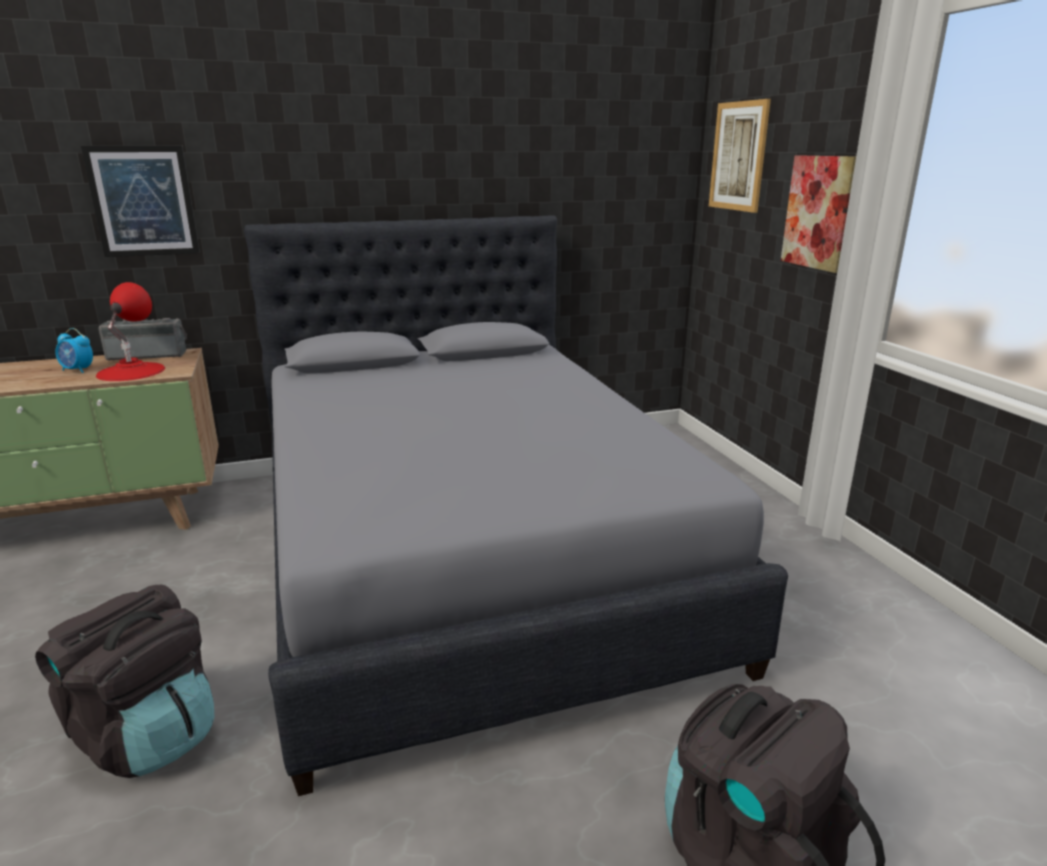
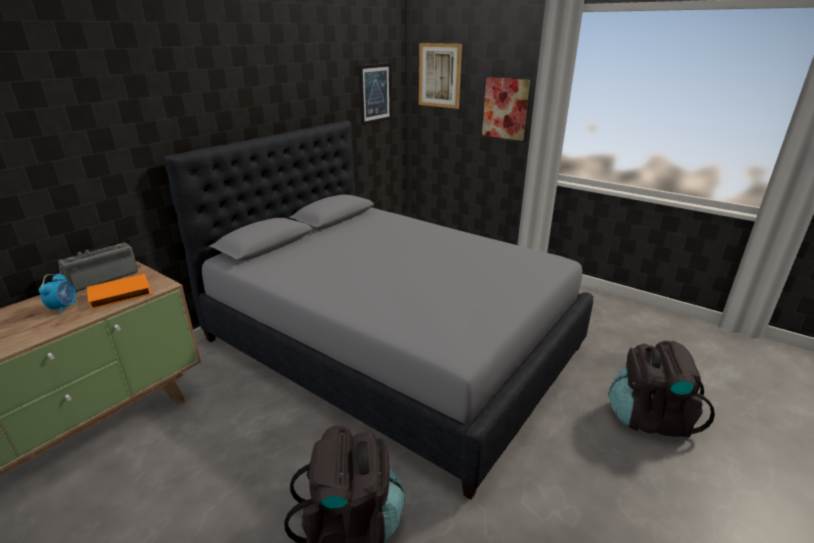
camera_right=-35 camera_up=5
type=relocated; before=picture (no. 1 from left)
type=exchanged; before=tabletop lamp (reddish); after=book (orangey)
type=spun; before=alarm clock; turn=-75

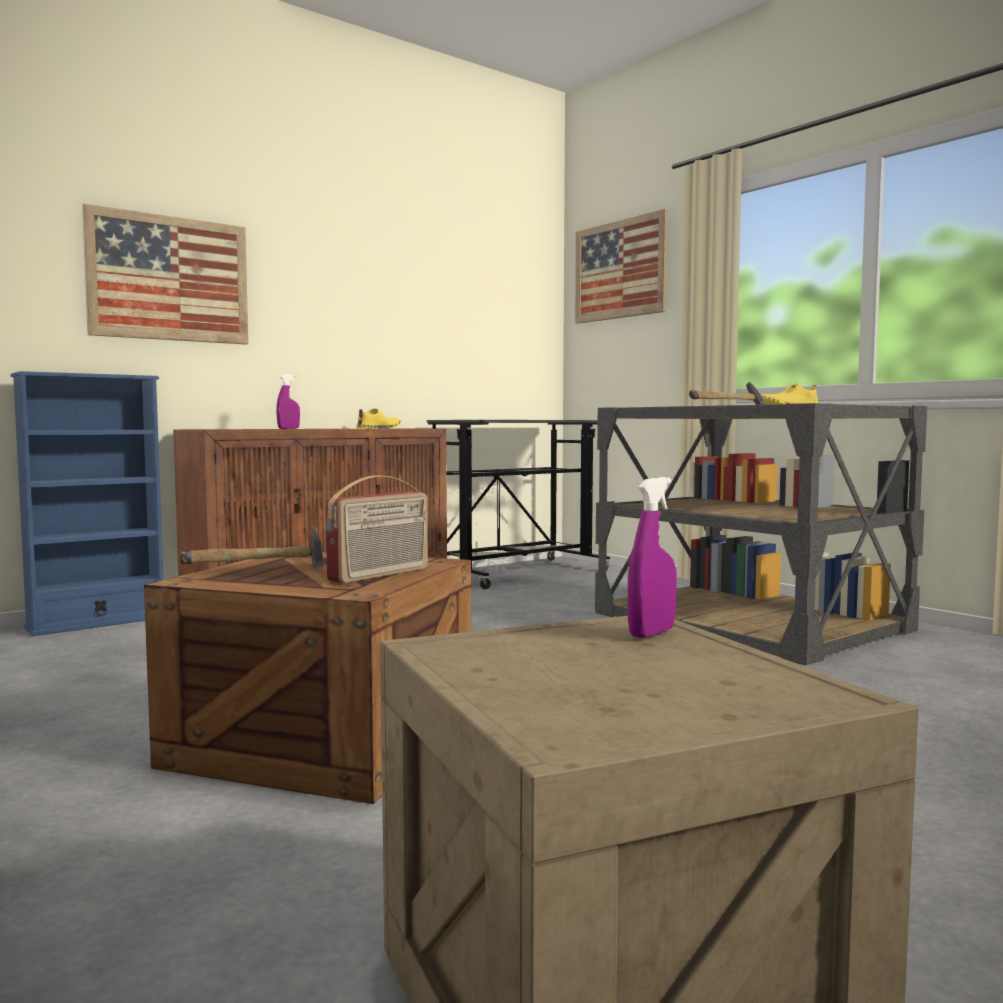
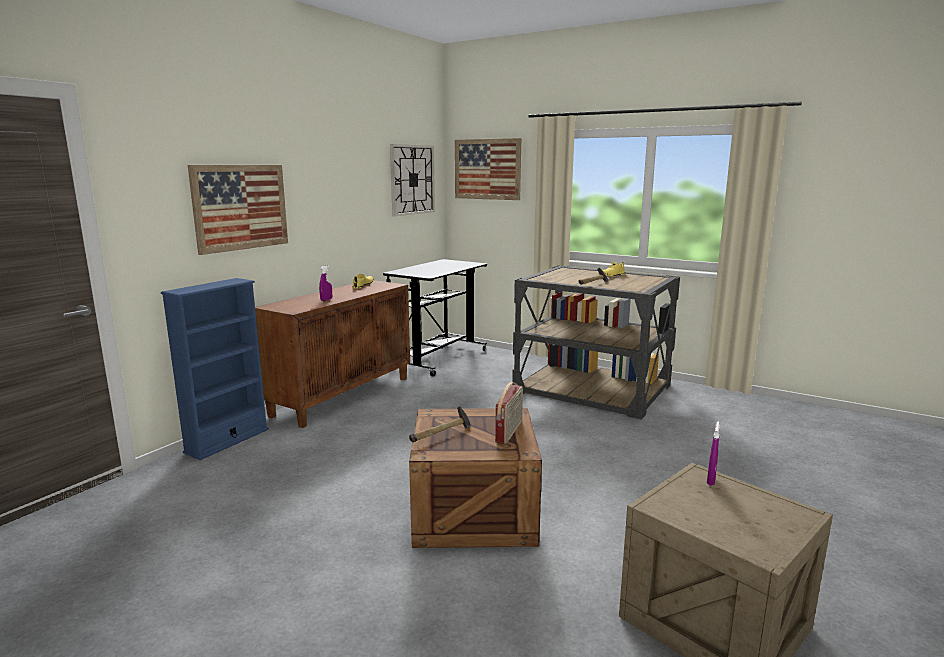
camera_right=-20 camera_up=10
type=appeared; after=wall clock

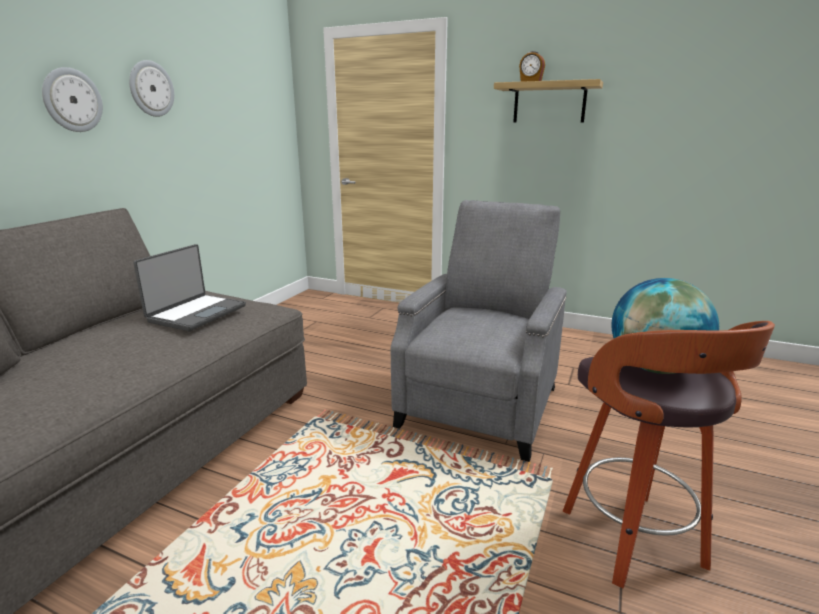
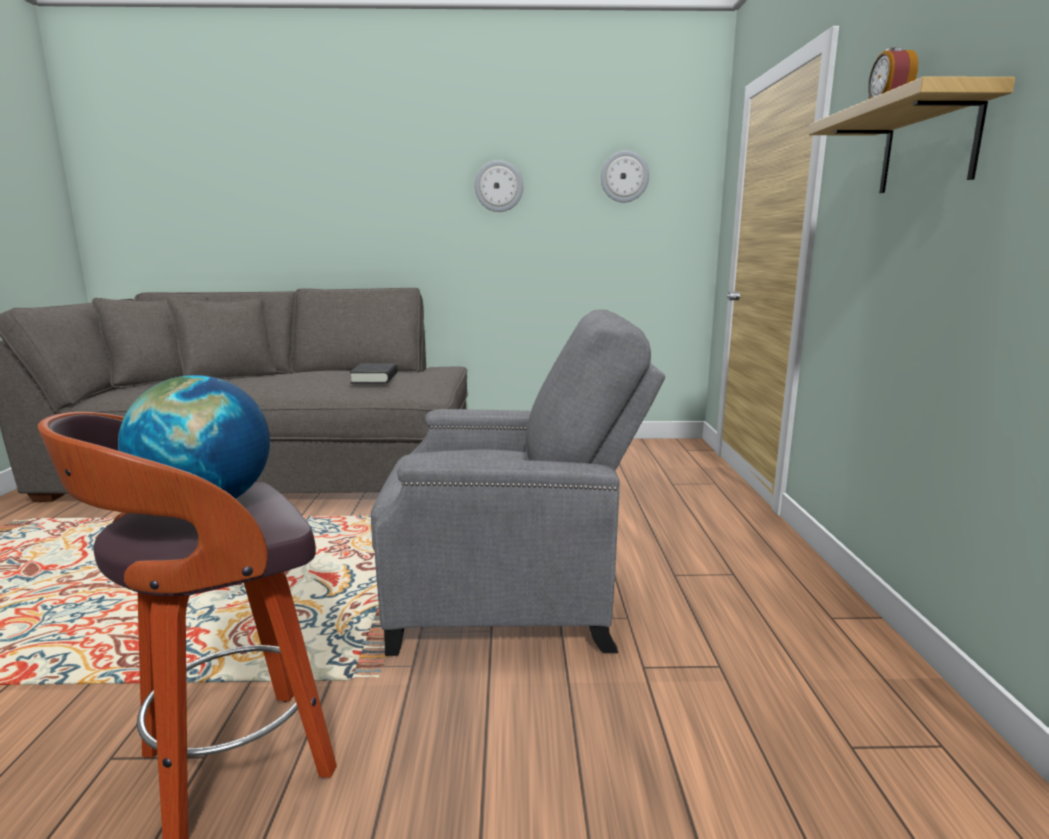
camera_right=65 camera_up=-5
type=relocated; before=wall clock (no. 1 from left in the first image); after=wall clock (no. 2 from left)
type=exchanged; before=portable computer; after=book (black-coloured)

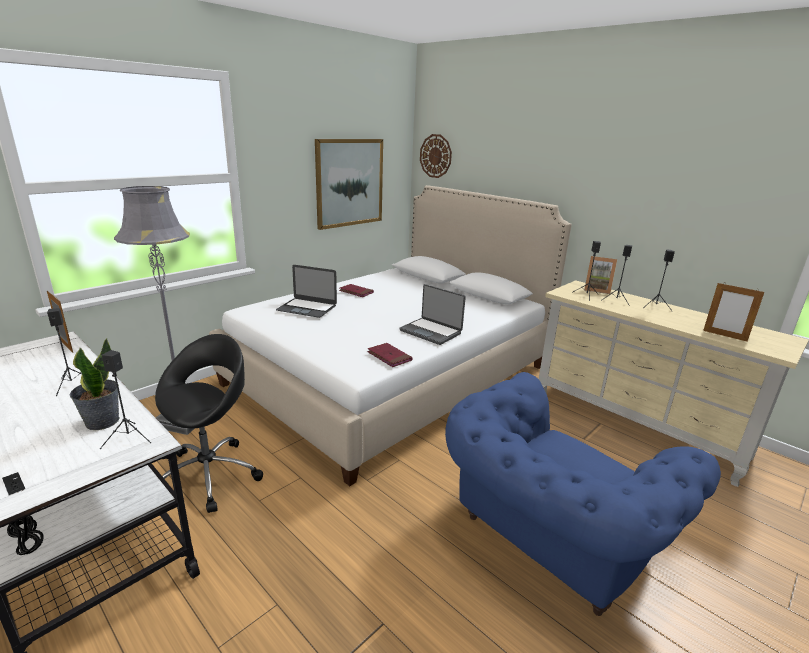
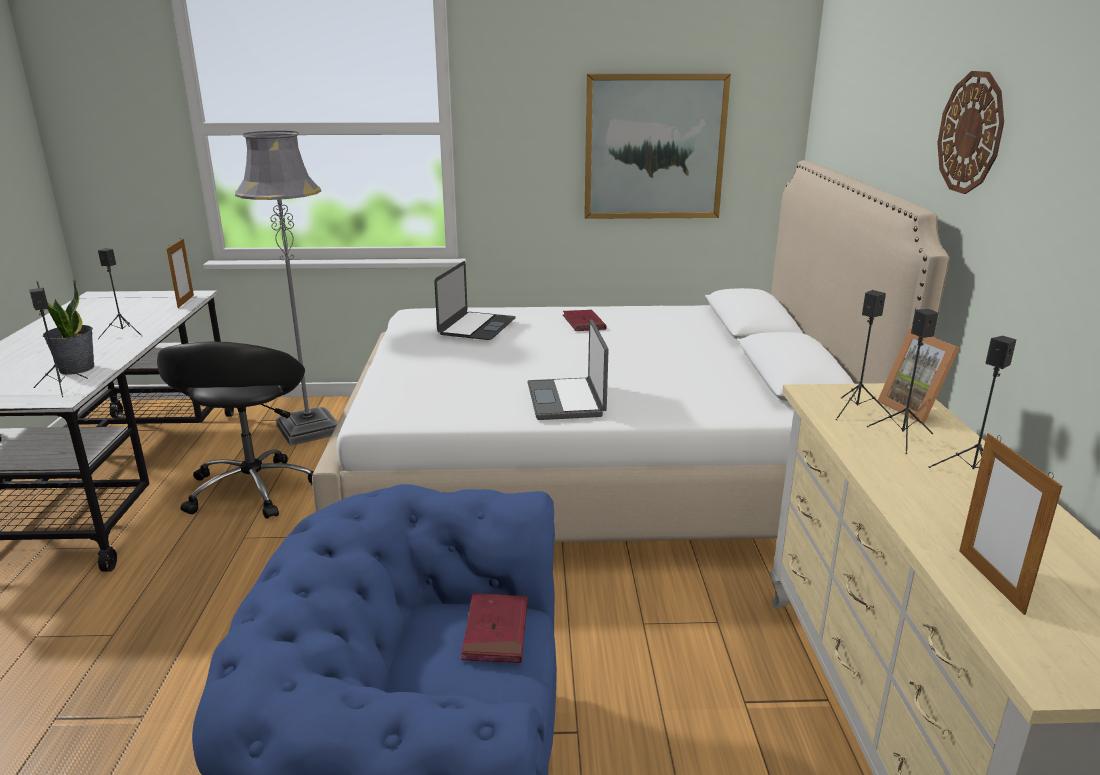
camera_right=45 camera_up=0
type=relocated; before=wall clock
type=spun; before=portable computer (no. 1 from left); turn=-135
type=spun; before=desk chair (black-coloured); turn=90
type=relocated; before=book (reddish) (no. 2 from left in the first image); after=book (reddish) (no. 1 from left)

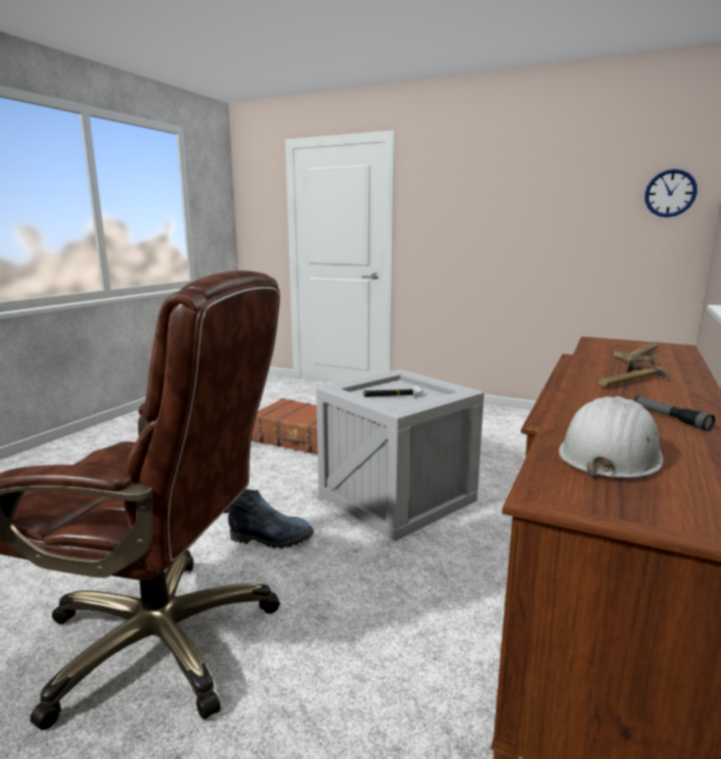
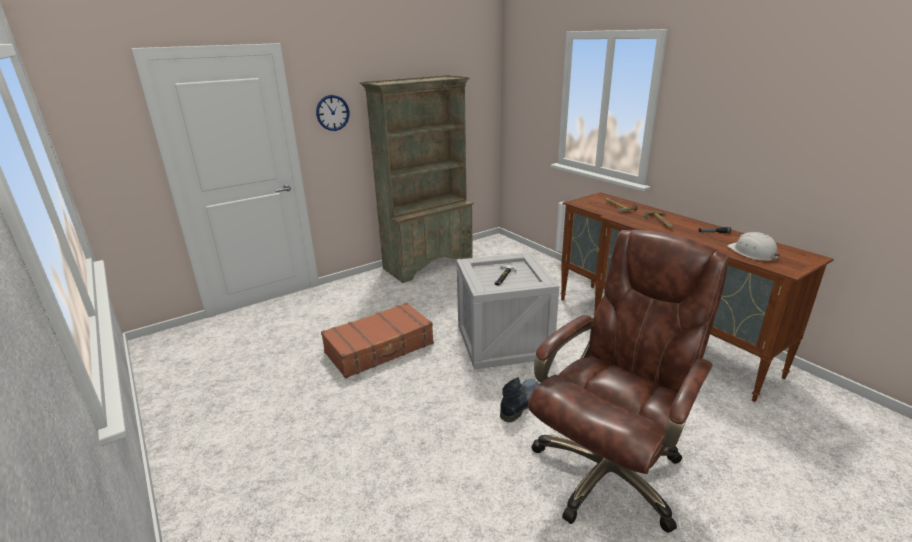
camera_right=-60 camera_up=10
type=relocated; before=wall clock
type=appeared; after=bookcase (greenish)

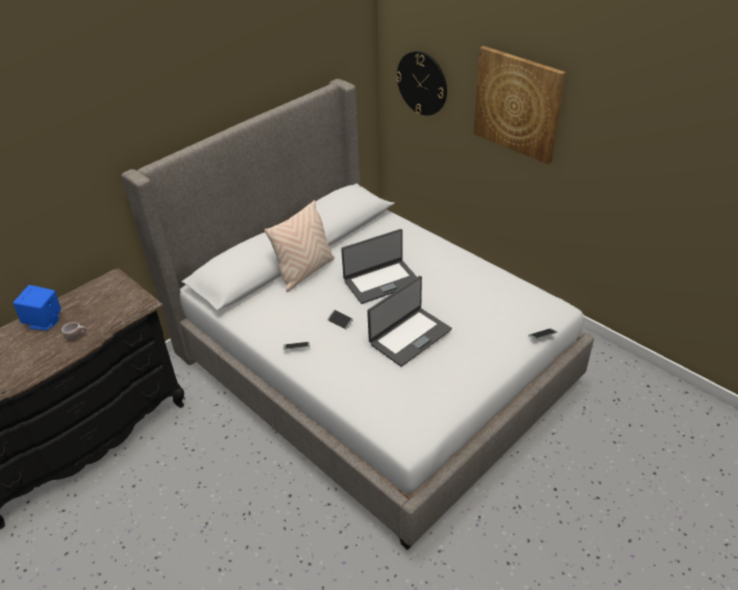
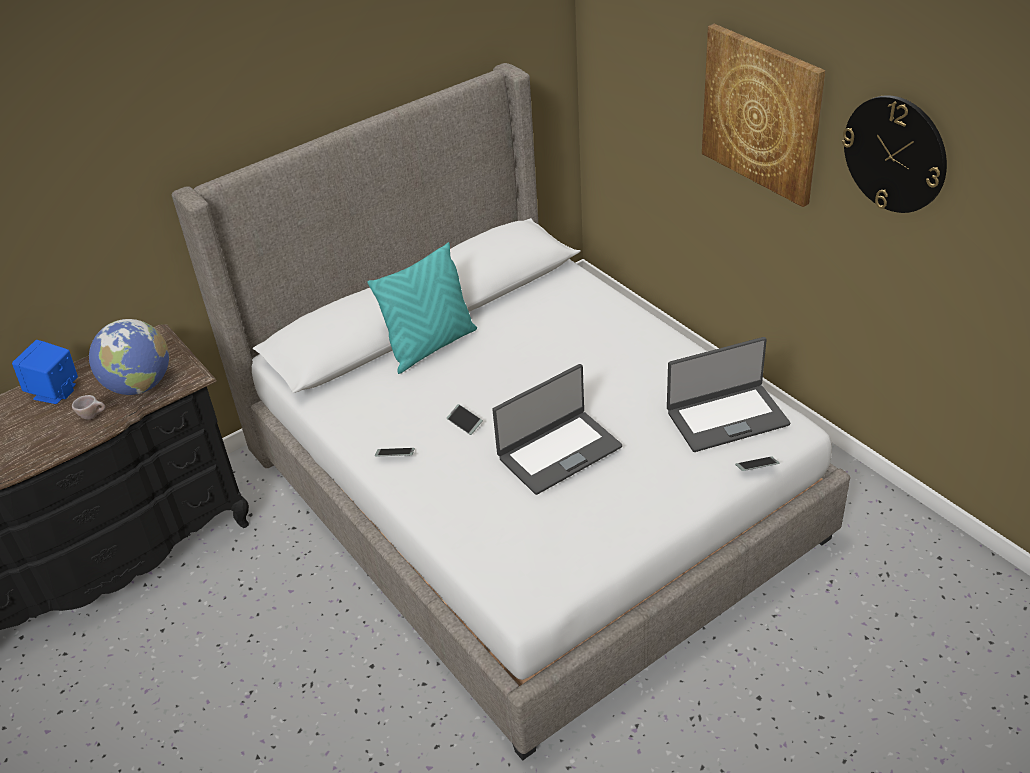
camera_right=10 camera_up=0
type=relocated; before=wall clock
type=colour; before=cushion (sand-coloured); after=cushion (turquoise-coloured)
type=relocated; before=portable computer (no. 1 from left in the first image); after=portable computer (no. 2 from left)
type=appeared; after=globe

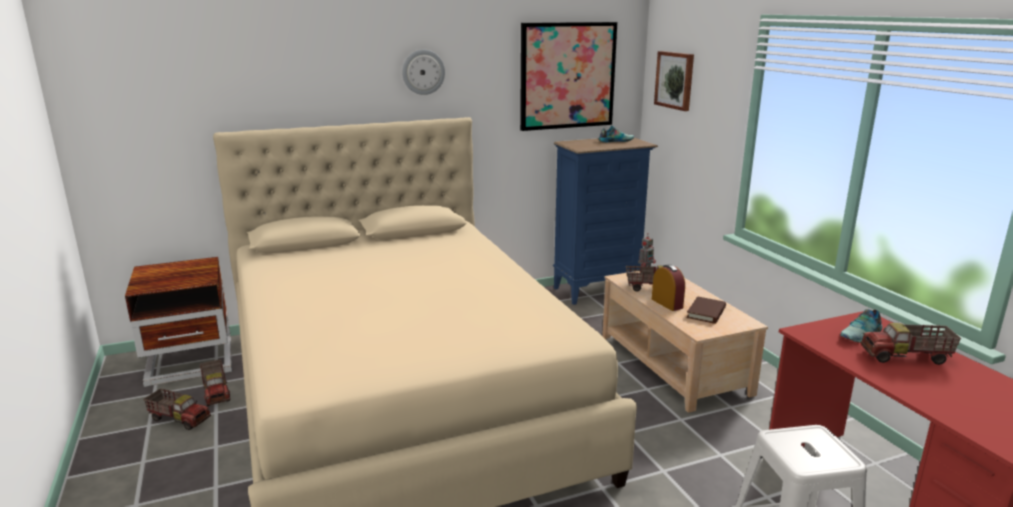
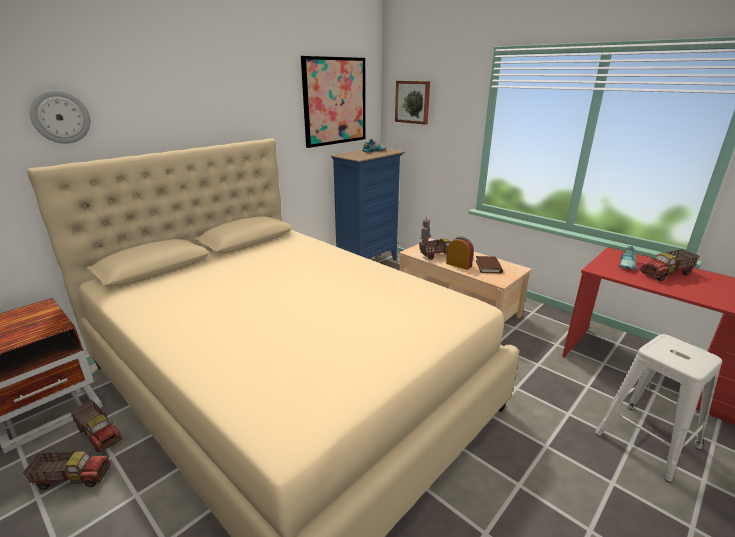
camera_right=-25 camera_up=5
type=relocated; before=wall clock

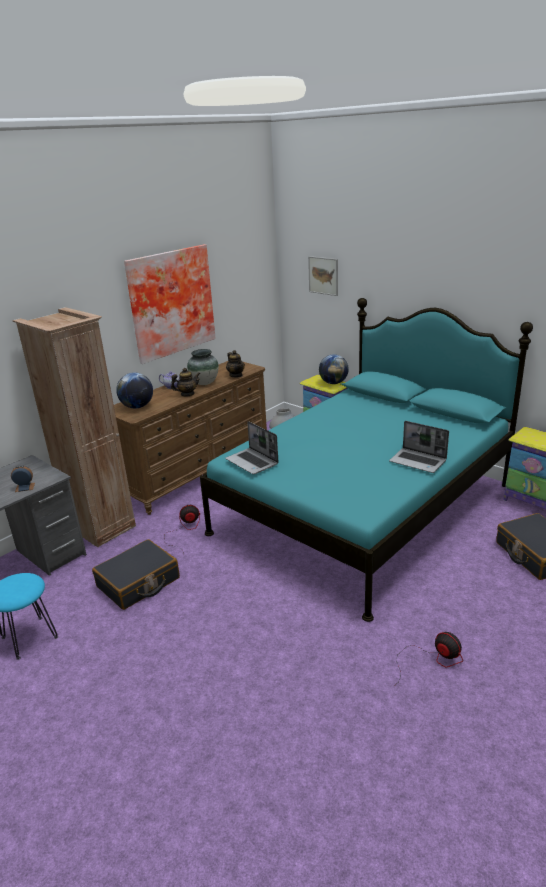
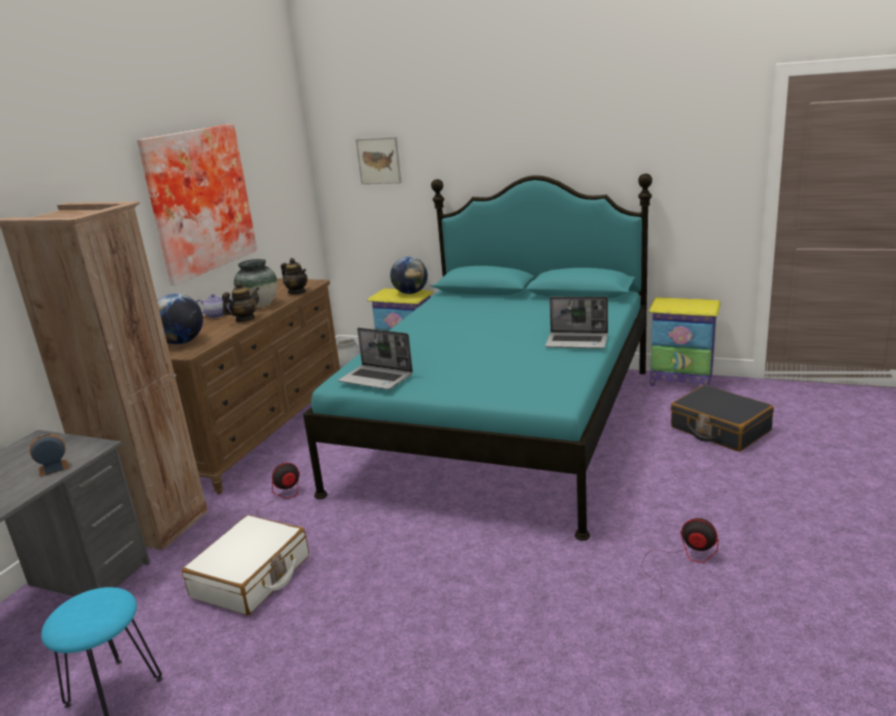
camera_right=-20 camera_up=-5
type=colour; before=piece of luggage (black-coloured) (no. 1 from left); after=piece of luggage (white-coloured)

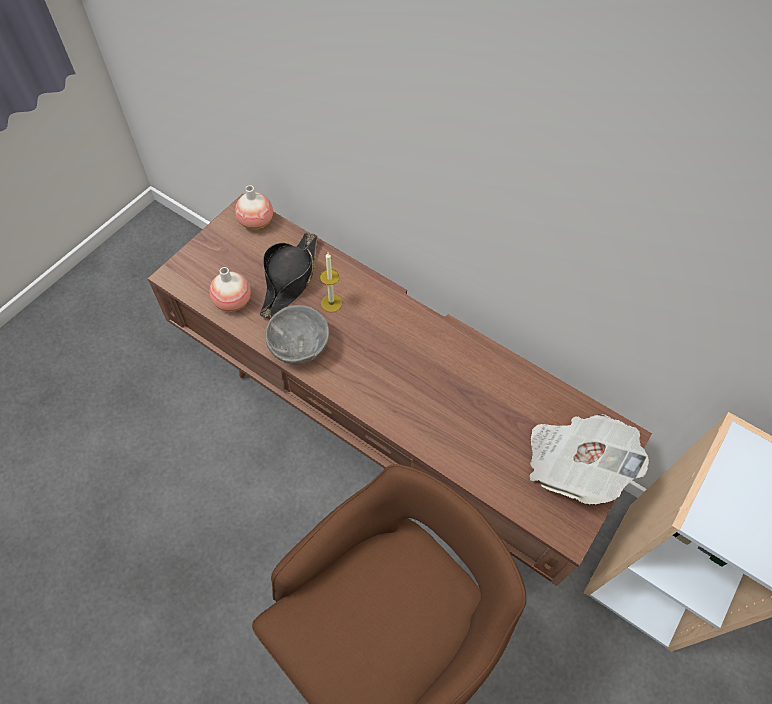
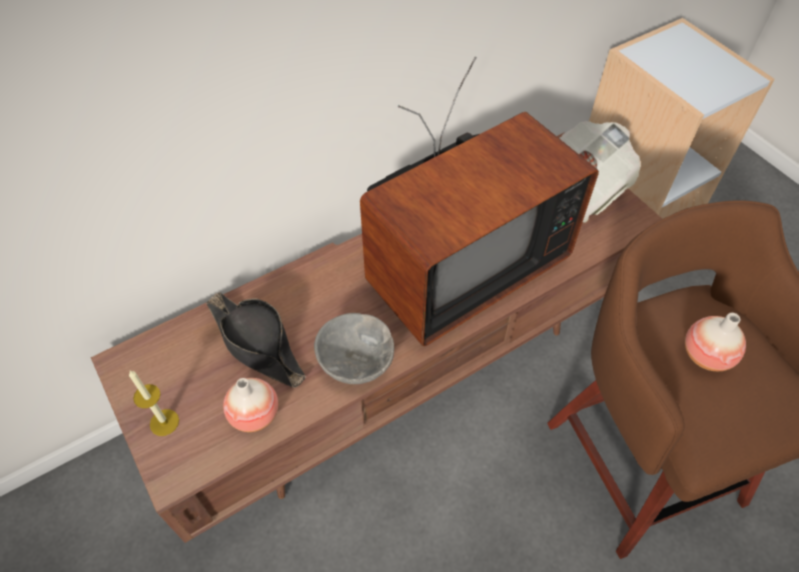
camera_right=-65 camera_up=-5
type=relocated; before=decorative vase (no. 2 from left)
type=relocated; before=candle
type=appeared; after=TV

